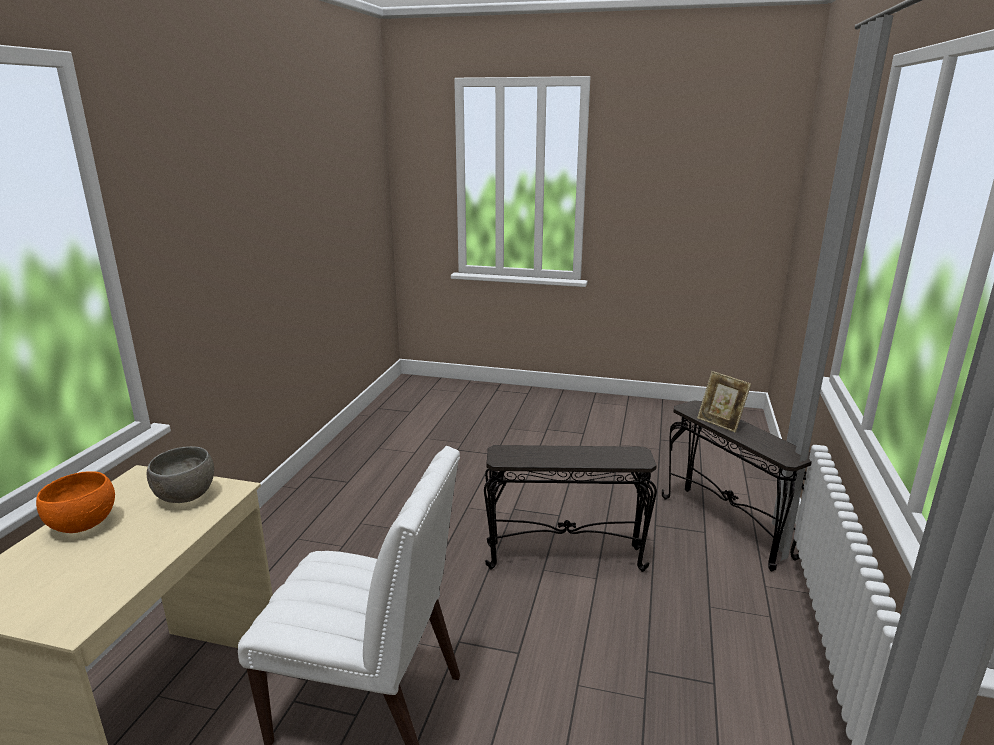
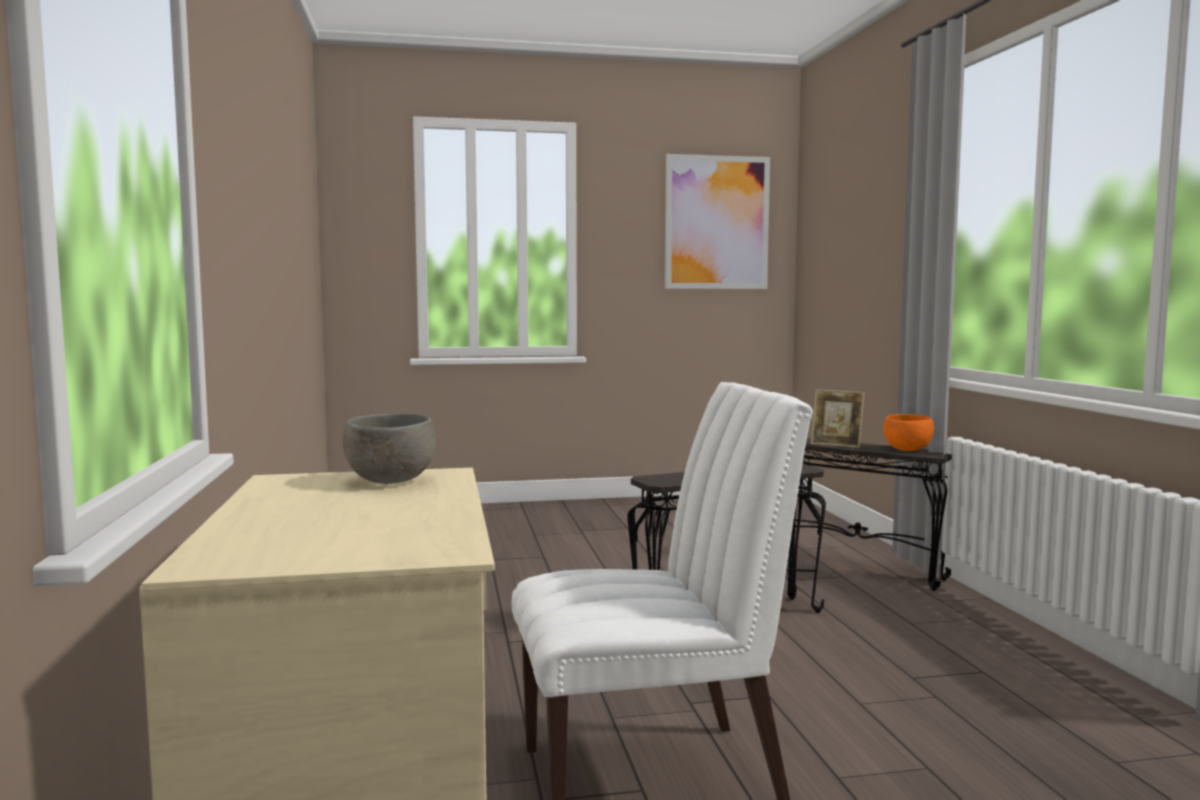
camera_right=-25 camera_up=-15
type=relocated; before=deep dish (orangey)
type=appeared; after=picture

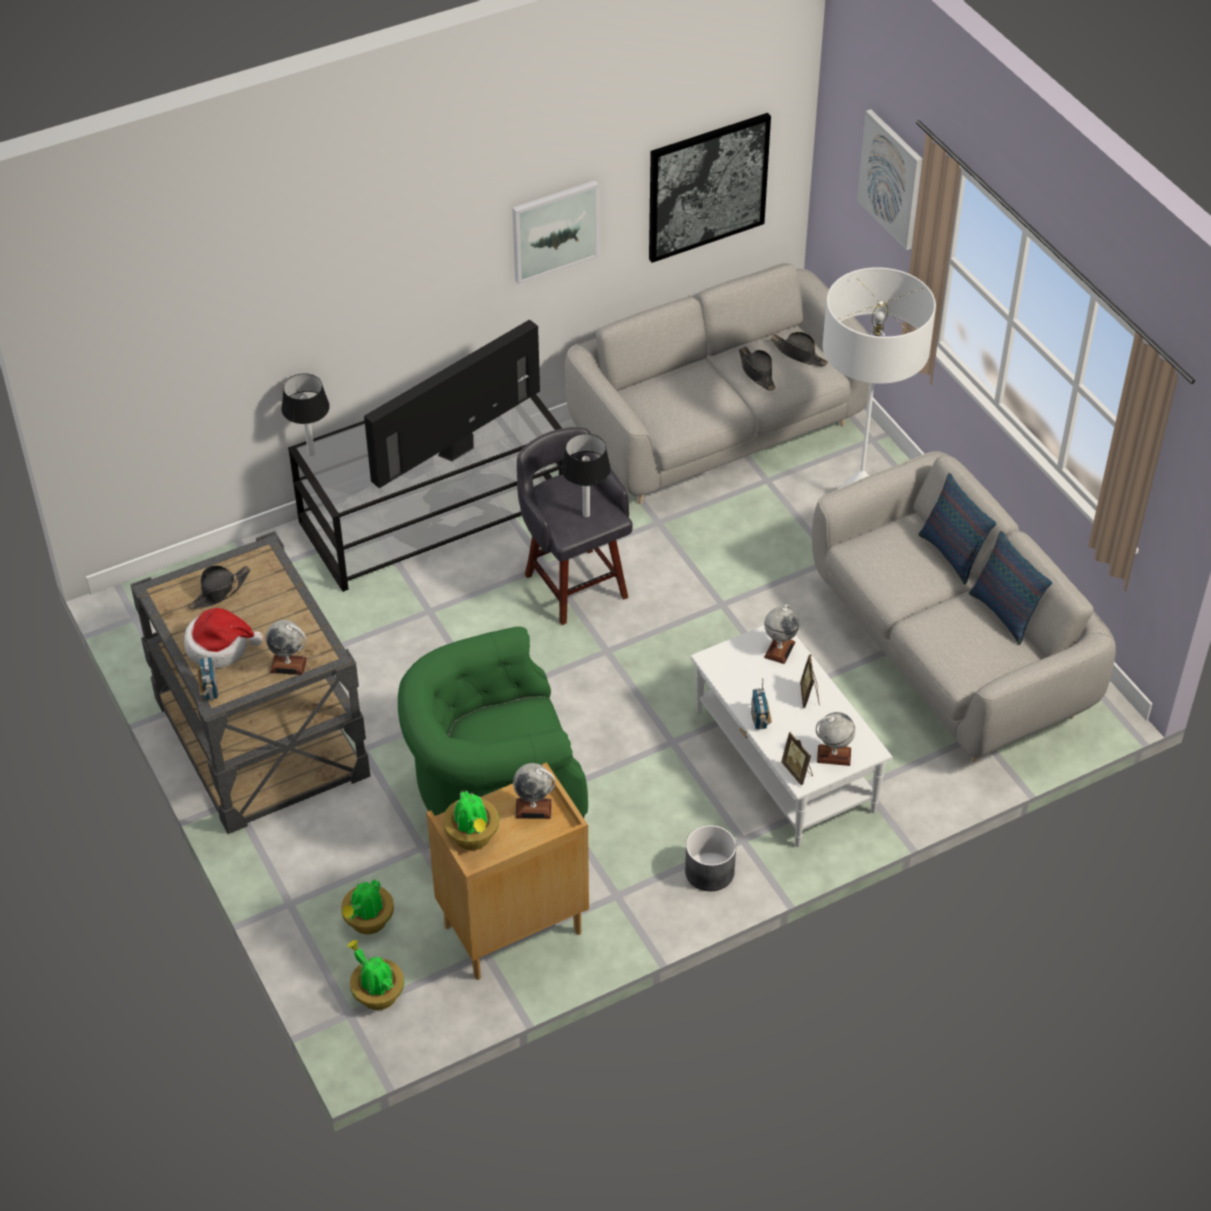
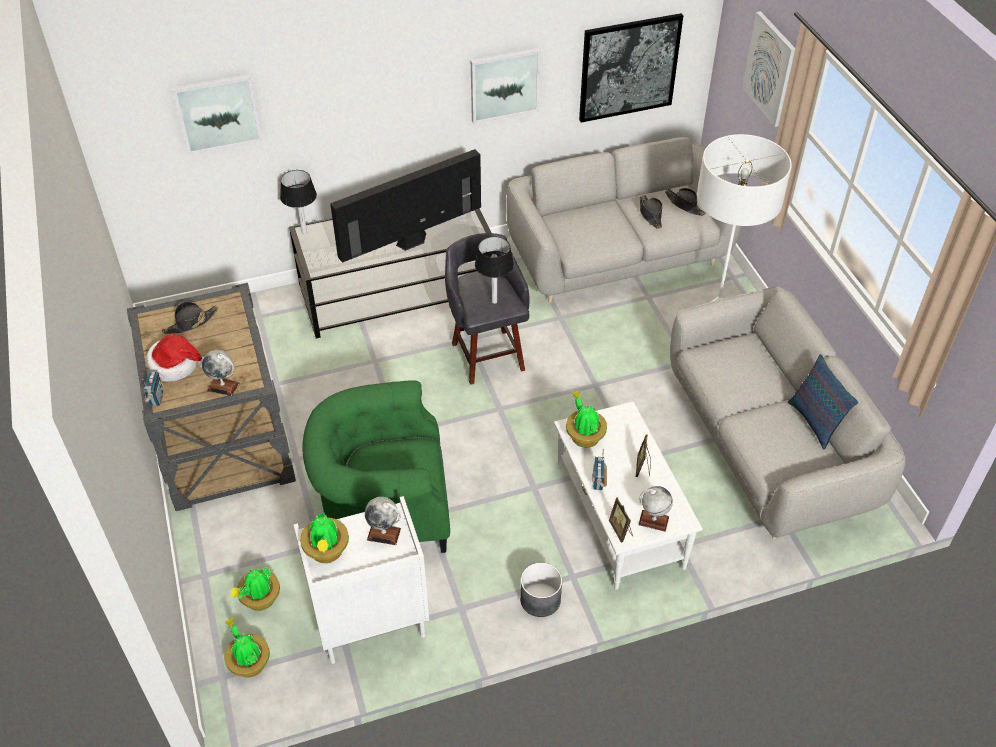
camera_right=10 camera_up=0
type=missing; before=cushion (blue) (no. 1 from left)
type=missing; before=globe (no. 3 from left)
type=colour; before=cabinet (brown); after=cabinet (white-coloured)
type=appeared; after=picture (no. 1 from left)
type=appeared; after=houseplant (no. 4 from left)

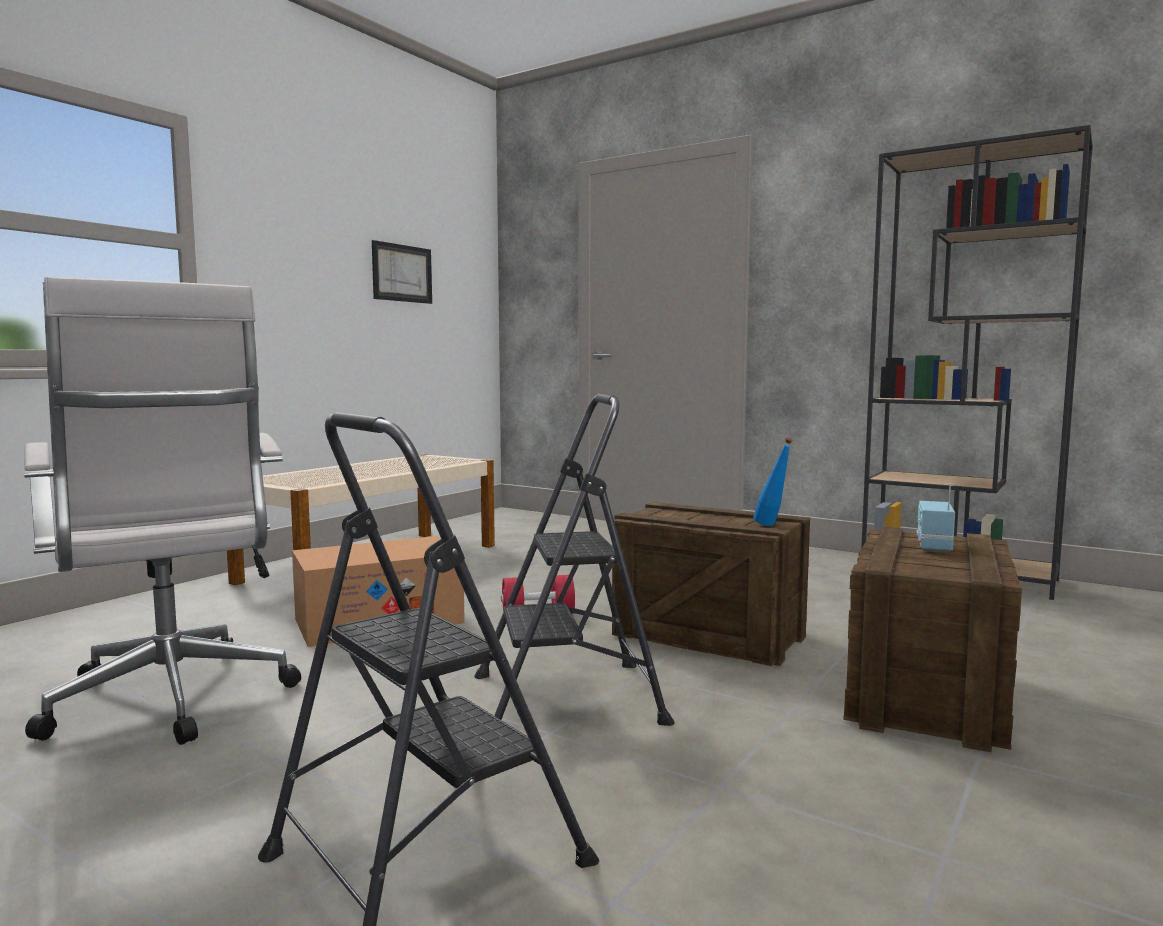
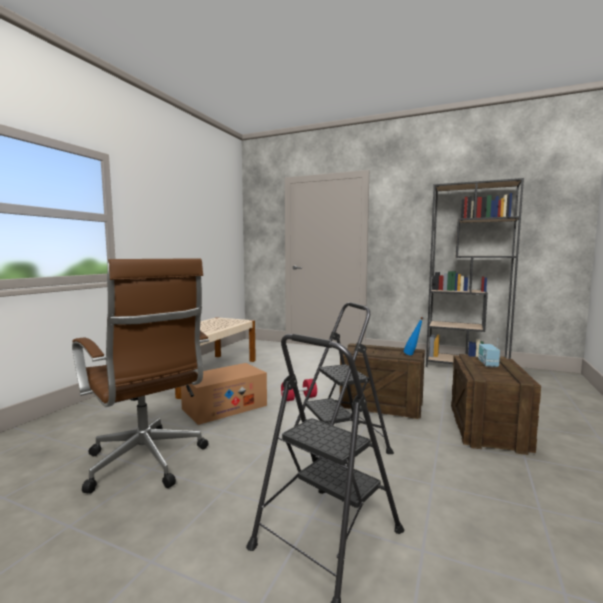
camera_right=-10 camera_up=0
type=missing; before=picture
type=colour; before=desk chair (white-coloured); after=desk chair (brown)

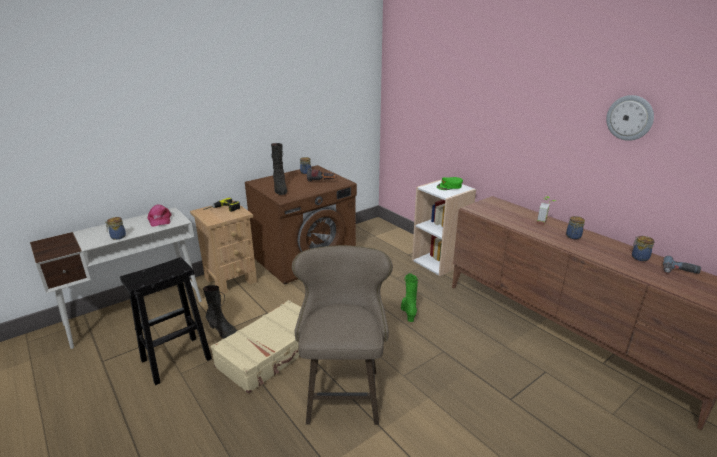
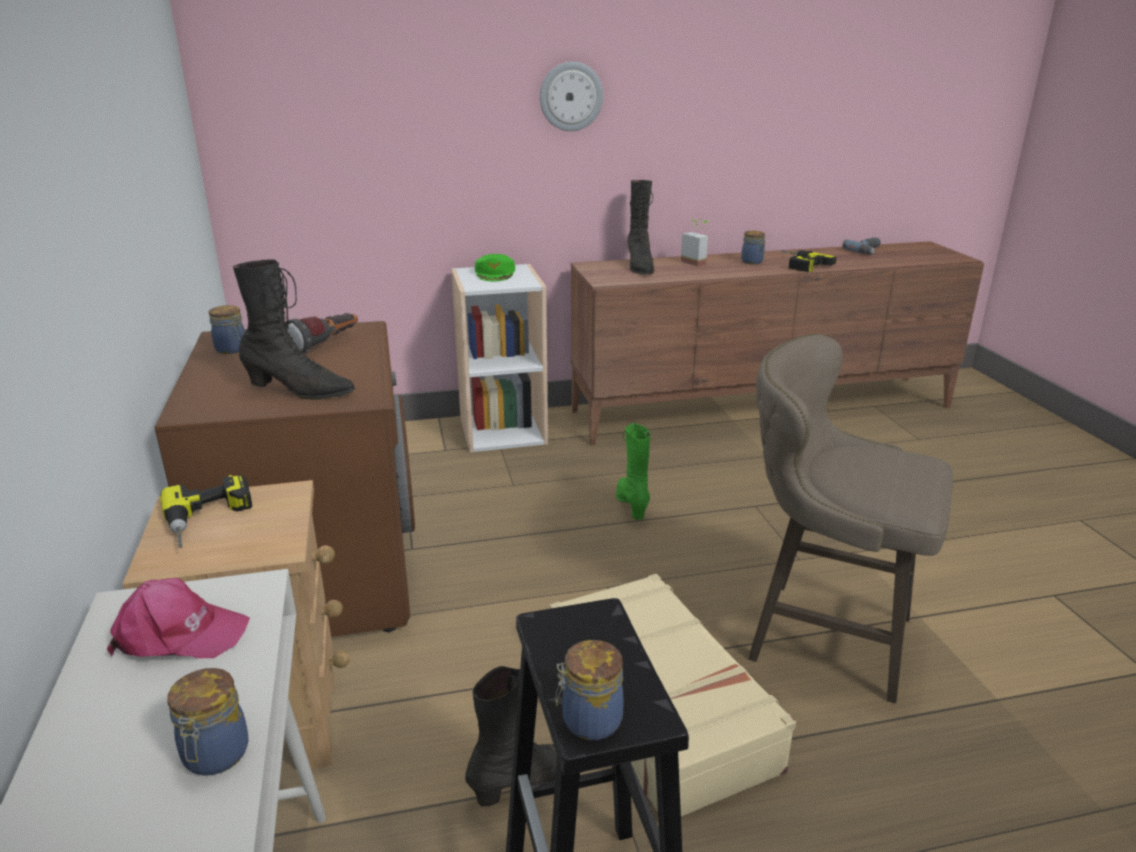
camera_right=-65 camera_up=0
type=relocated; before=wall clock
type=relocated; before=jar (no. 4 from left in the first image); after=jar (no. 3 from left)
type=spun; before=tall boot (greenish); turn=60
type=appeared; after=tall boot (black-coloured) (no. 3 from left)
type=appeared; after=electric drill (no. 2 from left)

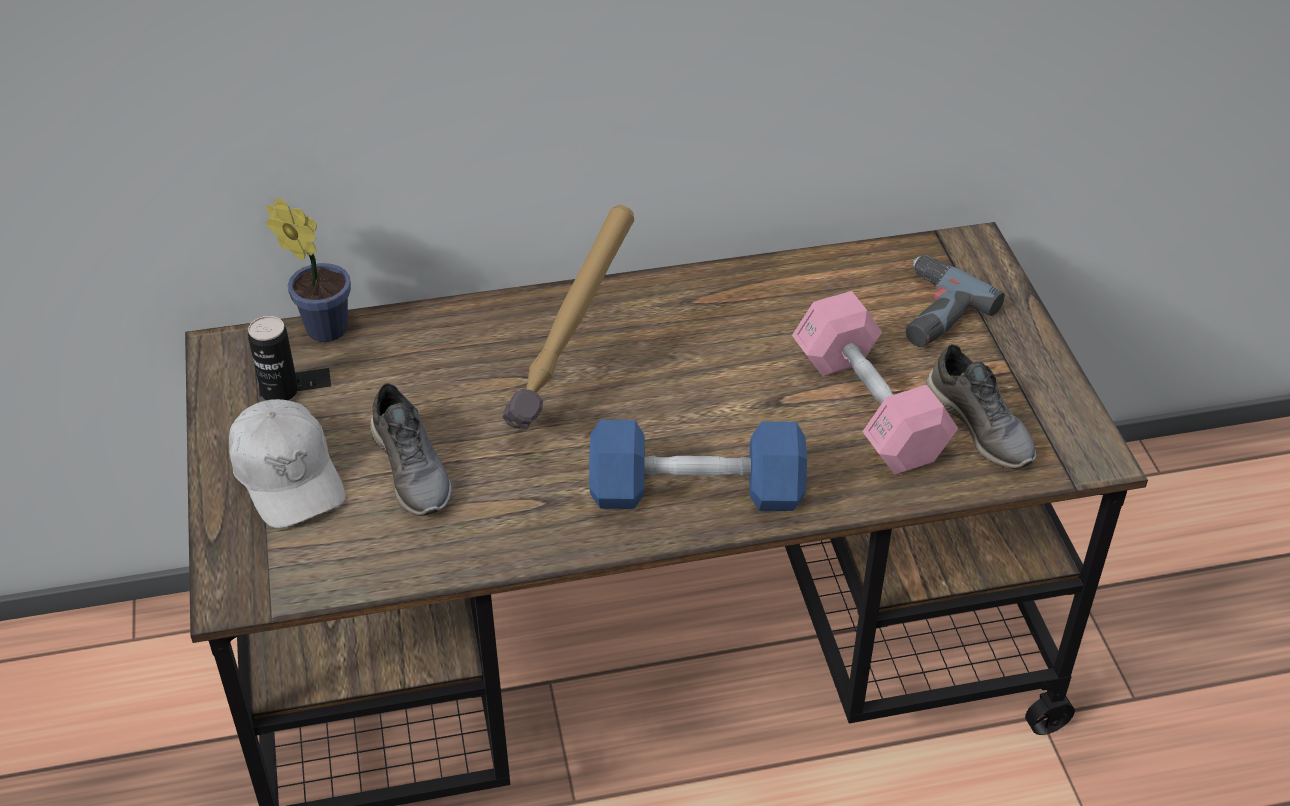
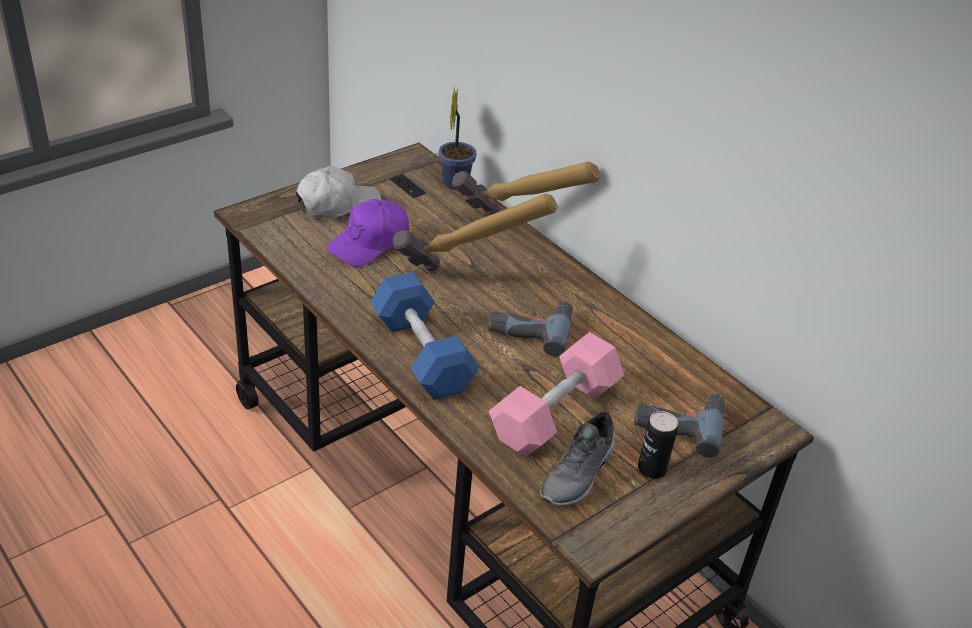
camera_right=60 camera_up=-5
type=relocated; before=metal can
type=exchanged; before=shoe (gray) (no. 1 from left); after=baseball cap (purple)
type=spun; before=baseball cap (white-coloured); turn=-150
type=appeared; after=hand hammer (no. 2 from left)
type=appeared; after=electric drill (no. 1 from left)

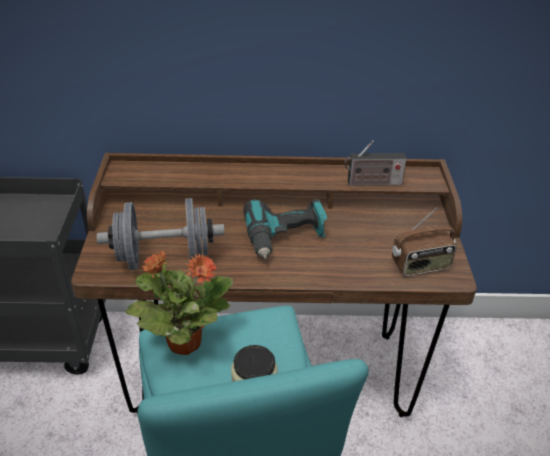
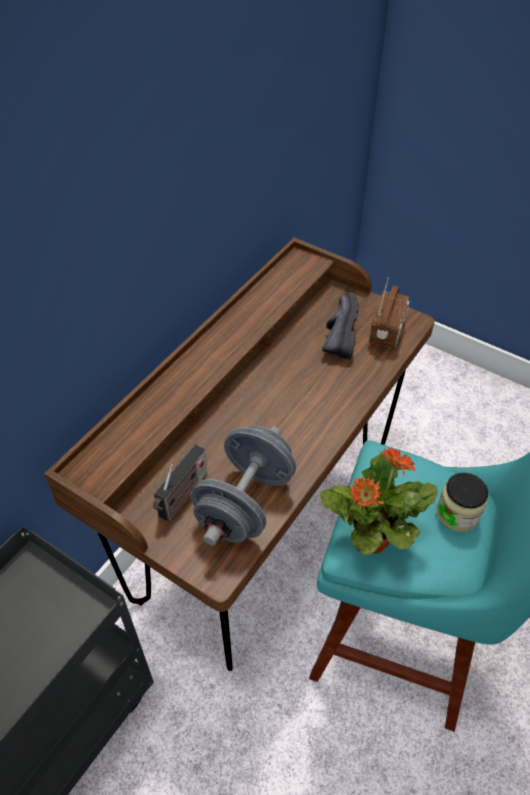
camera_right=-55 camera_up=10
type=relocated; before=radio (no. 1 from left)
type=missing; before=electric drill
type=appeared; after=shoe (black-coloured)

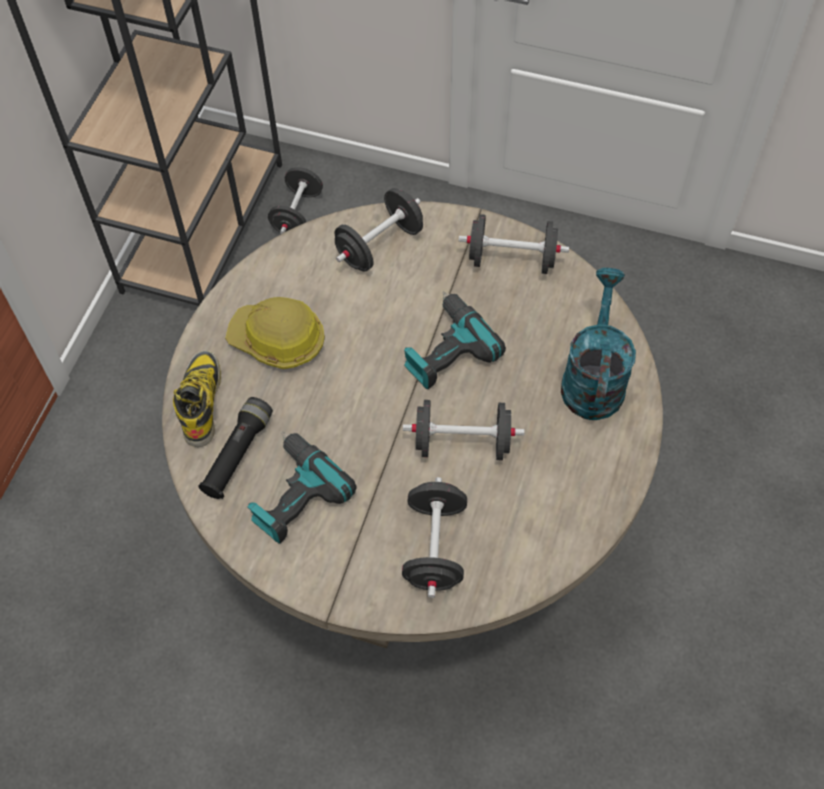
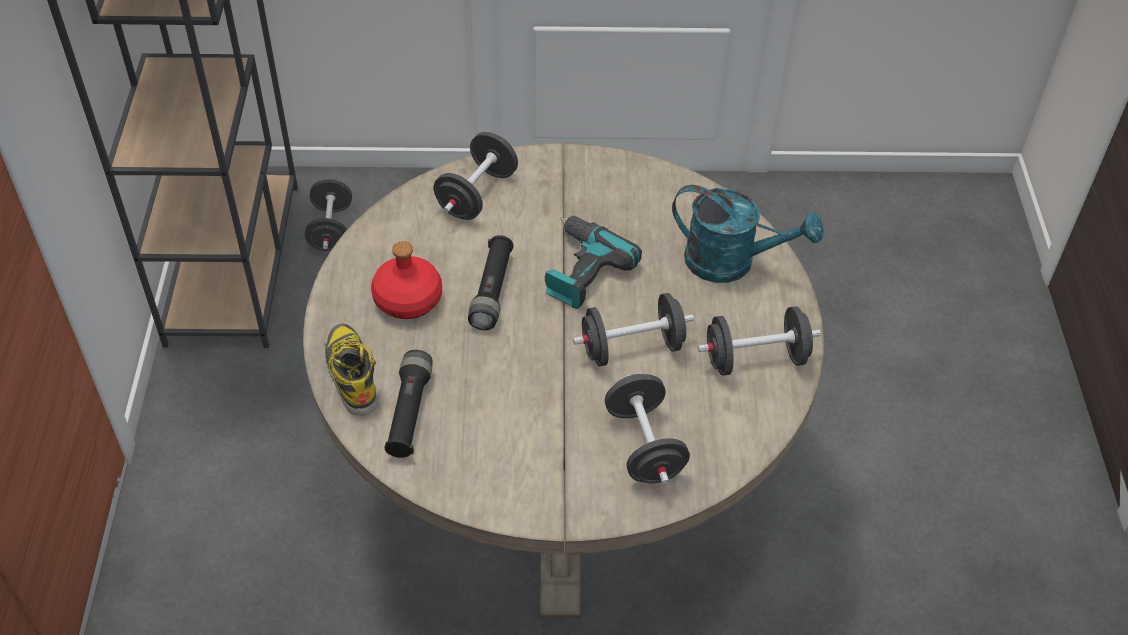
camera_right=-20 camera_up=-10
type=relocated; before=hand weight (black-coloured) (no. 5 from left)
type=spun; before=watering can (turquoise-coloured); turn=120
type=exchanged; before=hard hat; after=drink bottle (reddish)
type=missing; before=electric drill (no. 1 from left)
type=appeared; after=torch (black-coloured) (no. 2 from left)

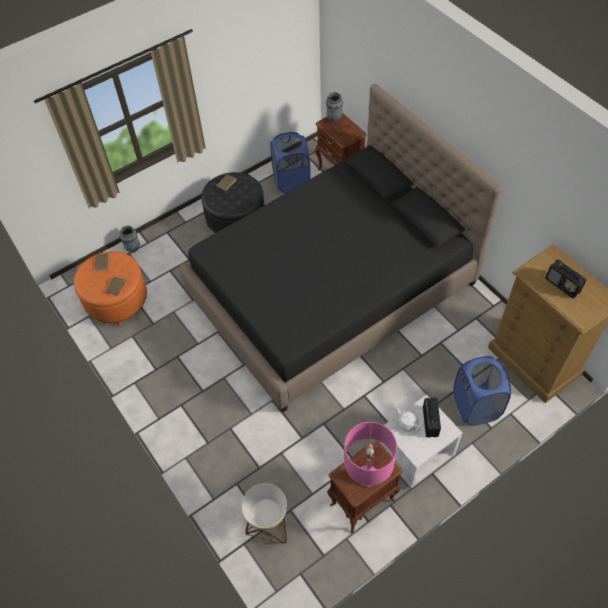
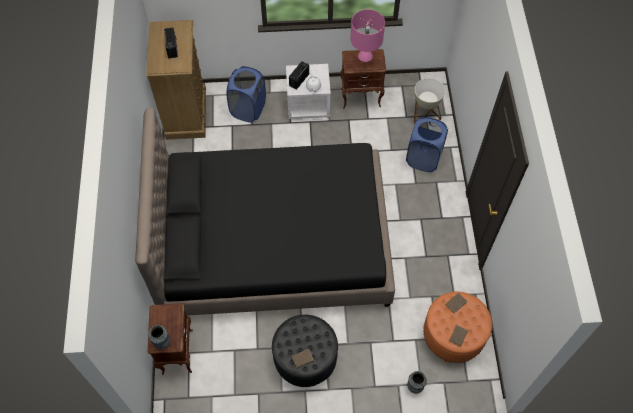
camera_right=-150 camera_up=5
type=relocated; before=laundry basket (blue) (no. 1 from left in the first image); after=laundry basket (blue) (no. 2 from left)

